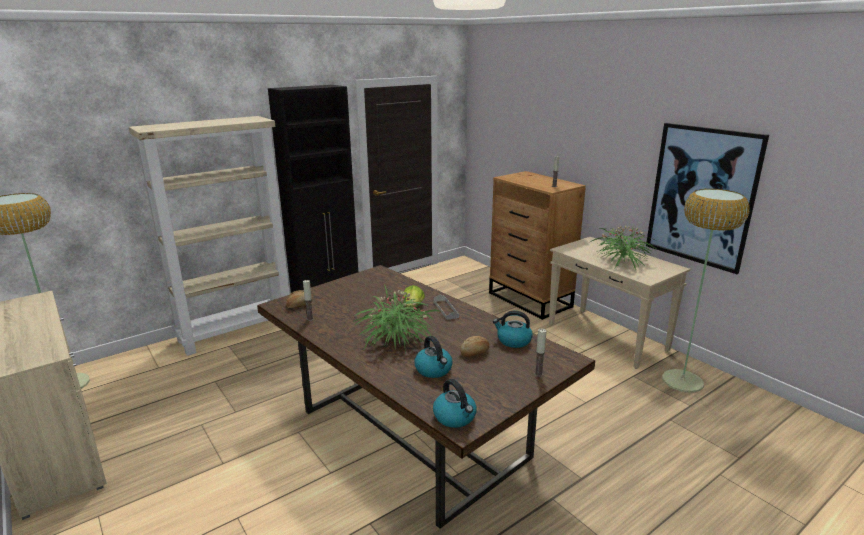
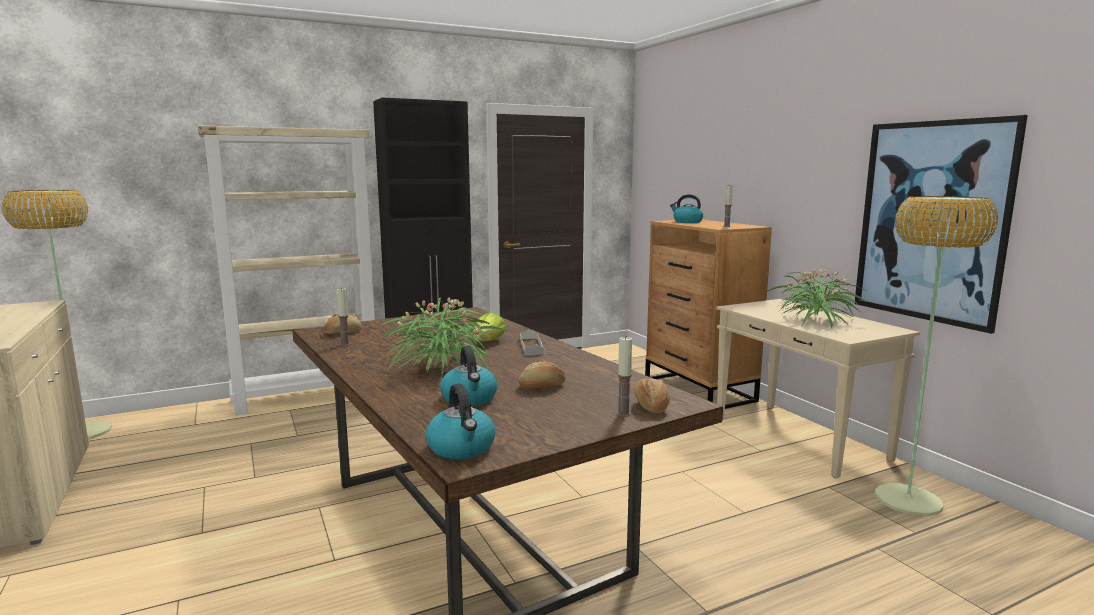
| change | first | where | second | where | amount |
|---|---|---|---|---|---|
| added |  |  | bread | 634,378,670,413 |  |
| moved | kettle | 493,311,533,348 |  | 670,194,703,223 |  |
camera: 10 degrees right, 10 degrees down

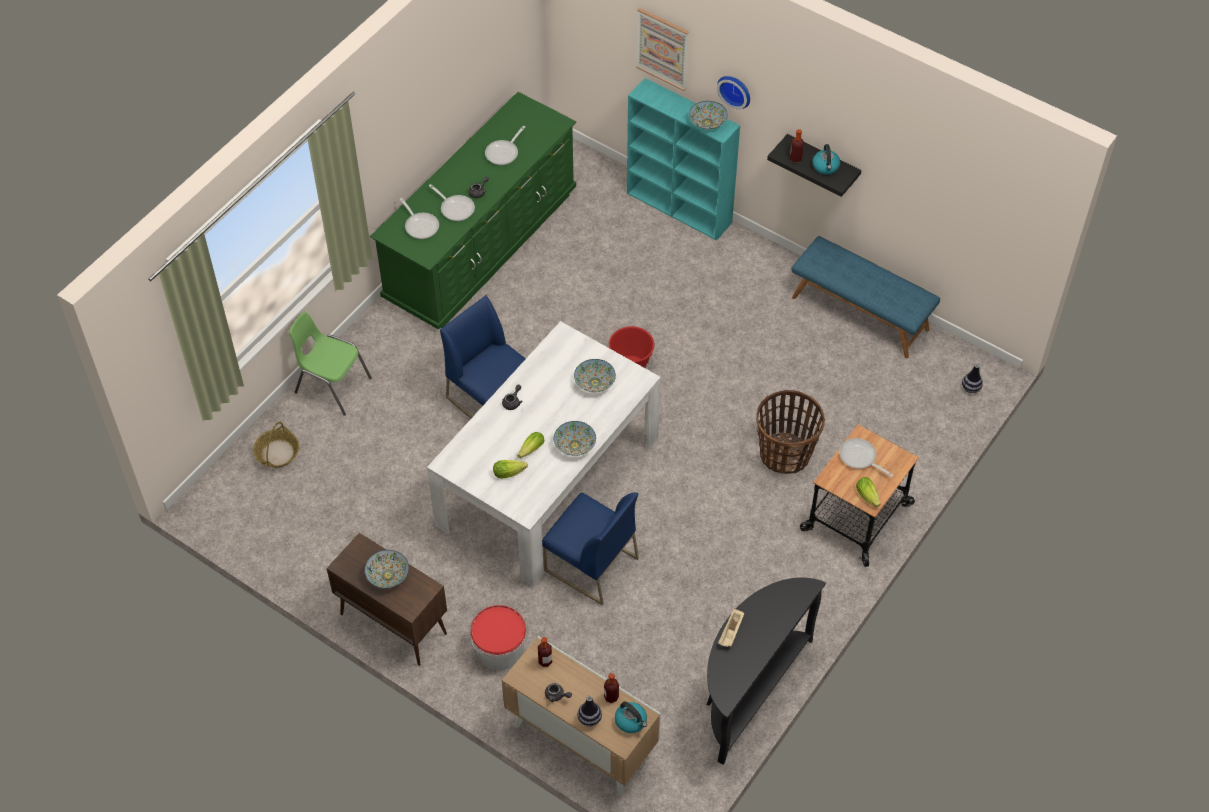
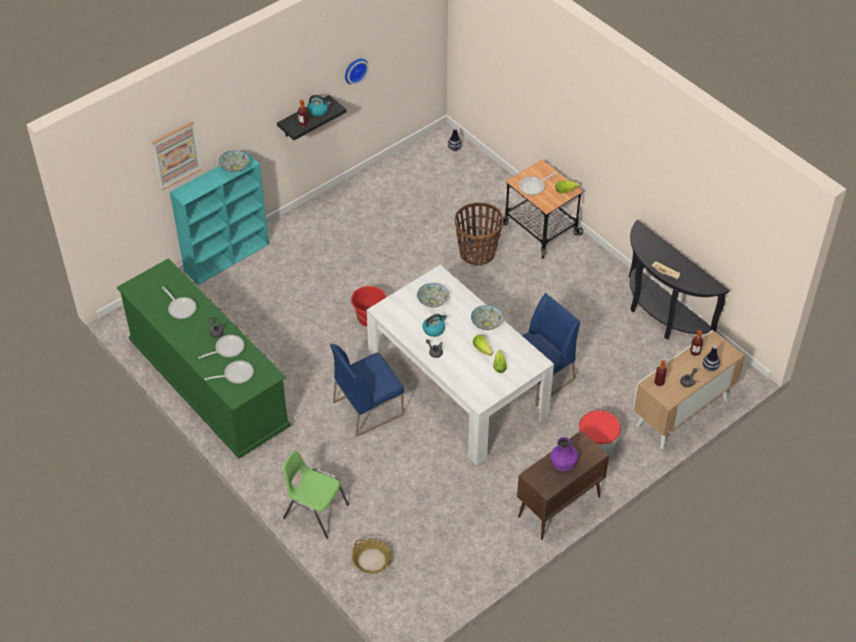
| change | first | where | second | where | amount |
|---|---|---|---|---|---|
| turned | green chair | 289,312,372,416 |  | 282,450,349,539 | 75 degrees clockwise |
| moved | wall clock | 717,76,750,109 |  | 345,58,369,85 |  |
| moved | kettle | 615,701,647,733 |  | 423,314,447,337 |  |
| replaced | bowl | 365,550,409,588 | purple vase | 550,437,578,471 |  |
| removed | blue bench | 791,236,940,358 |  |  |  |
camera: 75 degrees left, 5 degrees down

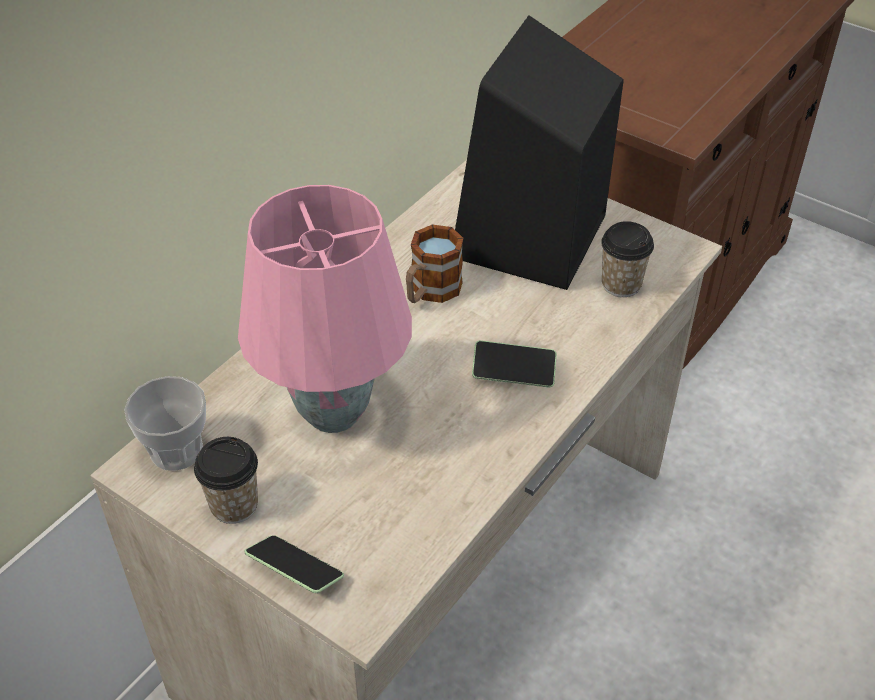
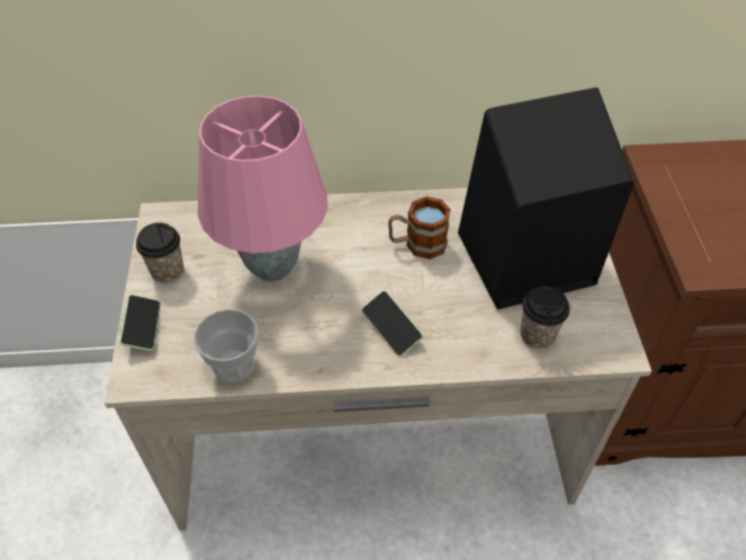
| change | first | where | second | where | amount |
|---|---|---|---|---|---|
| moved | cup | 124,376,206,471 |  | 194,309,258,383 |  |
camera: 50 degrees right, 5 degrees up

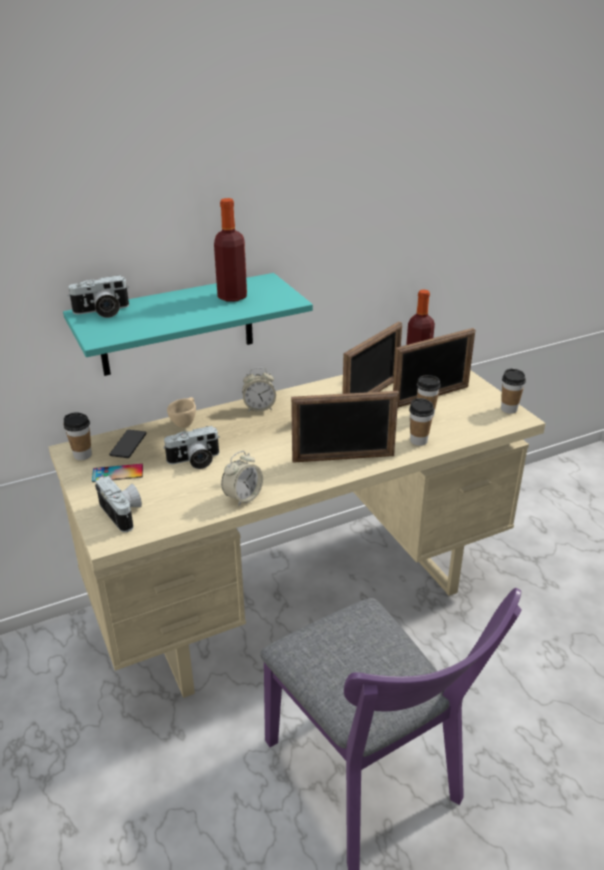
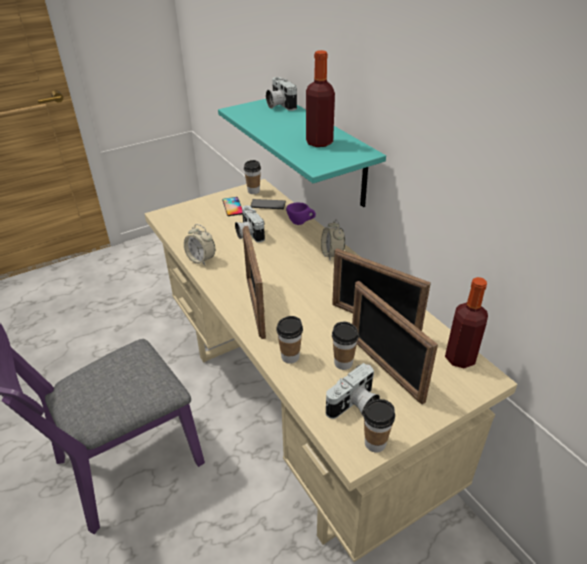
| change | first | where | second | where | amount |
|---|---|---|---|---|---|
| recoloured | beige cup | 167,397,196,428 | purple cup | 286,203,316,225 |  |
| moved | photo camera | 95,476,142,532 |  | 326,363,380,419 |  |
camera: 85 degrees right, 5 degrees up

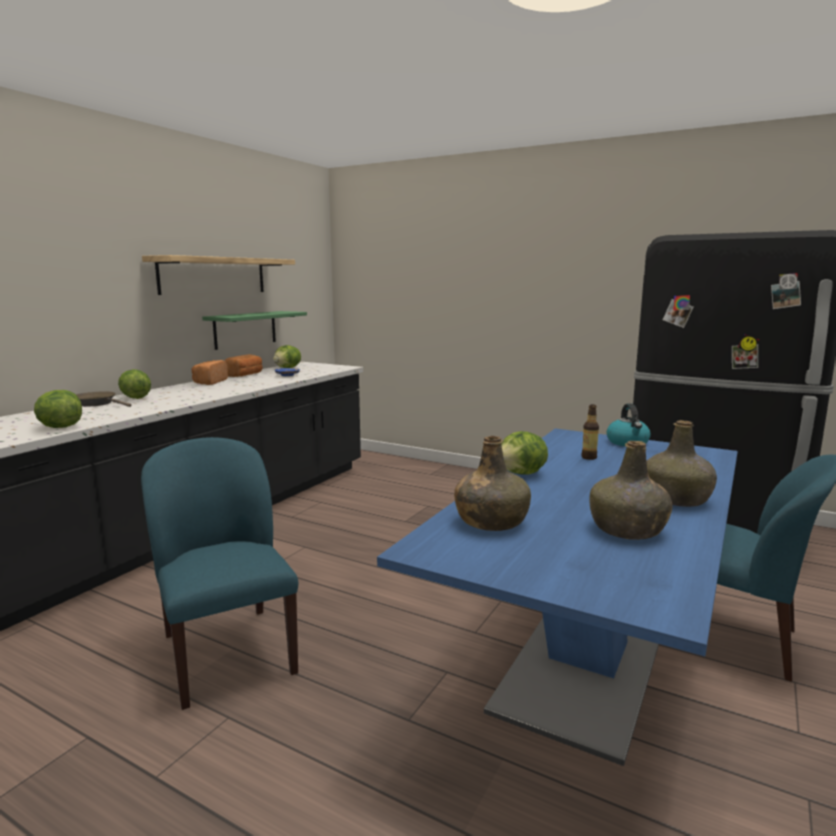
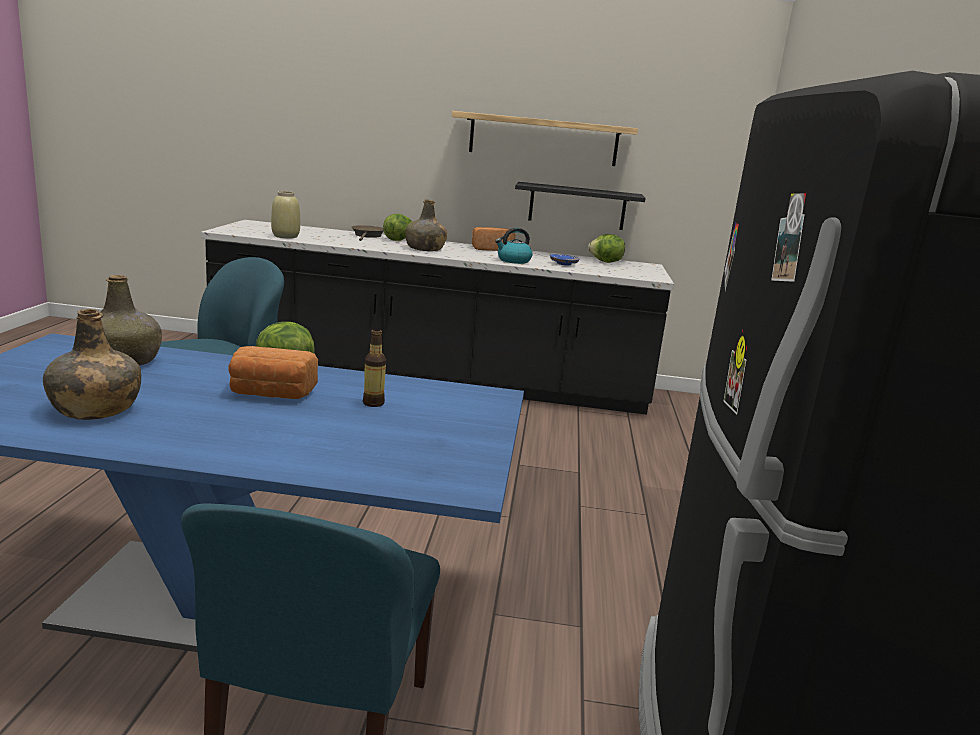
| change | first | where | second | where | amount |
|---|---|---|---|---|---|
| moved | bread | 225,354,263,377 |  | 228,346,318,399 |  |
| replaced | lettuce | 34,390,82,428 | beige vase | 271,191,300,238 |  |
| moved | green bottle | 646,420,717,507 |  | 405,199,447,251 |  |
| moved | kettle | 607,403,650,446 |  | 495,228,533,264 |  |
| recoloured | green shelf | 202,311,307,350 | black shelf | 515,182,646,230 |  |
camera: 65 degrees right, 5 degrees up

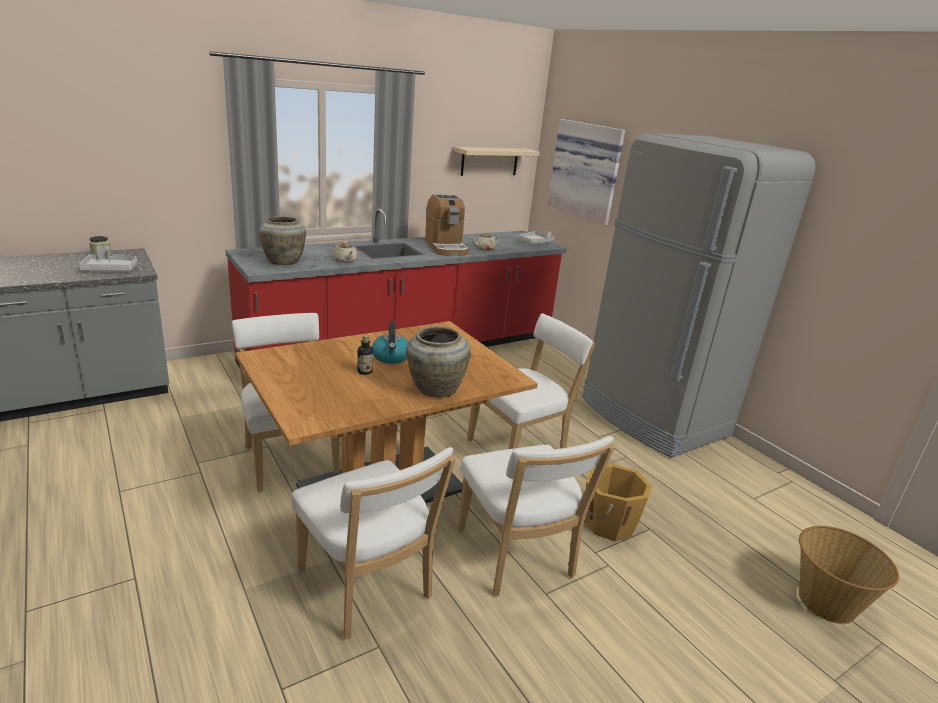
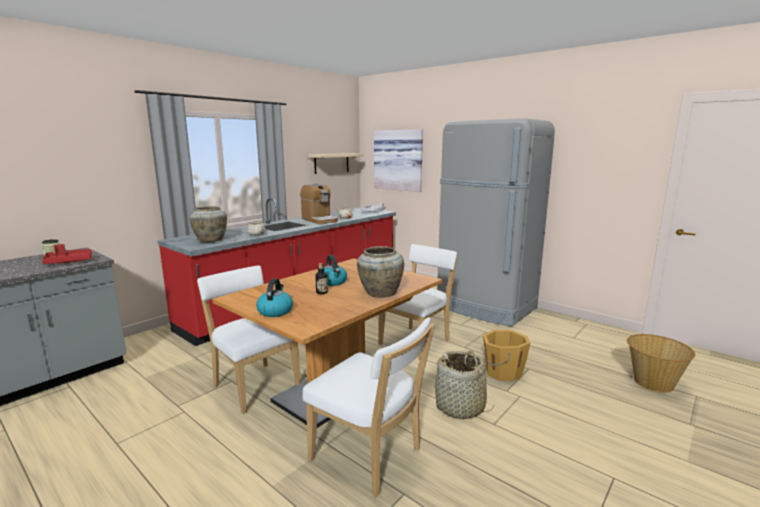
| change | first | where | second | where | amount |
|---|---|---|---|---|---|
| recoloured | grey tray | 79,246,137,271 | red tray | 42,244,92,264 |  |
| added |  |  | kettle | 256,278,293,317 |  |
| replaced | white chair | 458,436,615,596 | basket | 434,351,494,419 |  |
camera: 15 degrees left, 10 degrees down

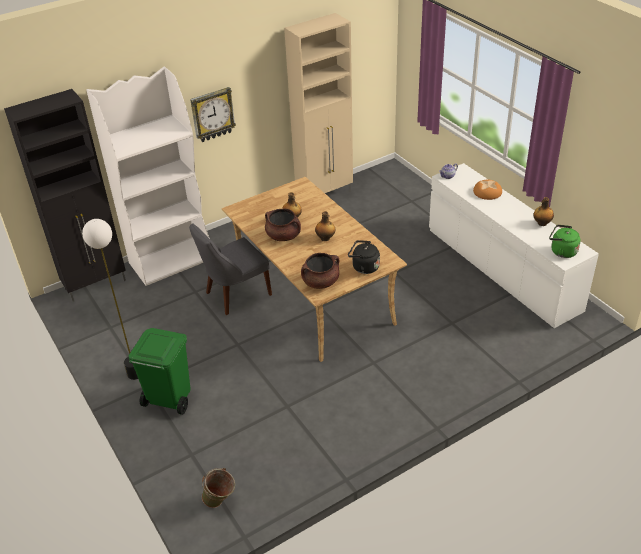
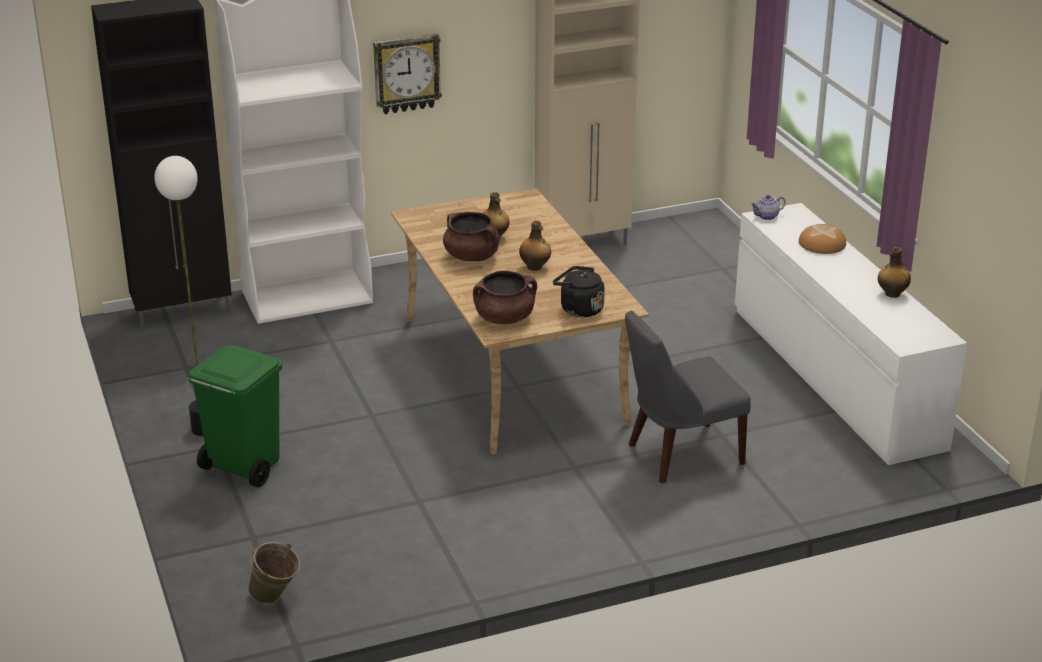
| change | first | where | second | where | amount |
|---|---|---|---|---|---|
| moved | grey chair | 189,224,272,315 |  | 625,311,751,483 |  |
| removed | green kettle | 549,225,581,258 |  |  |  |
camera: 10 degrees right, 10 degrees down

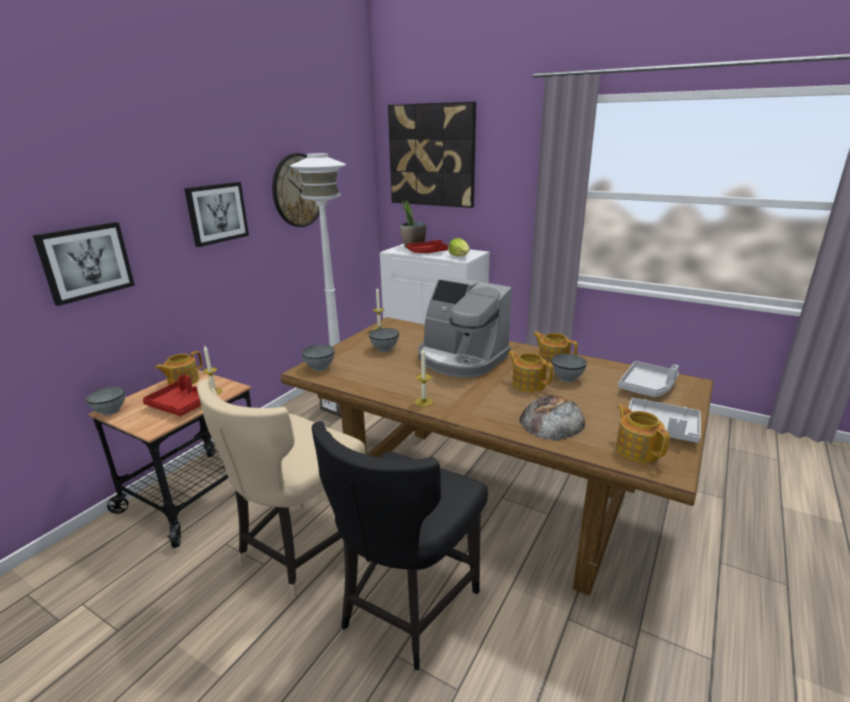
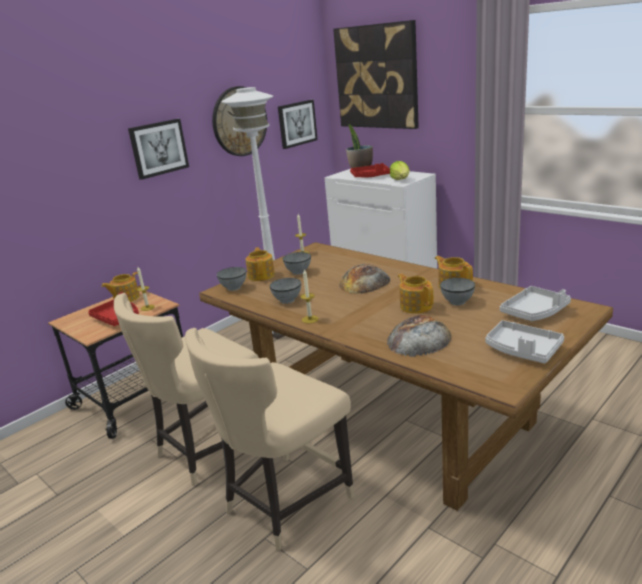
| change | first | where | second | where | amount |
|---|---|---|---|---|---|
| recoloured | black chair | 312,421,488,670 | beige chair | 185,328,354,551 |  |
| moved | teapot | 616,404,670,463 |  | 246,247,275,281 |  |
| moved | grey bowl | 86,386,125,415 |  | 270,278,301,304 |  |
| moved | picture | 33,222,135,306 |  | 278,100,318,149 |  |
| replaced | coffee machine | 418,277,512,378 | bread | 339,264,390,294 |  |
camera: 15 degrees right, 0 degrees up

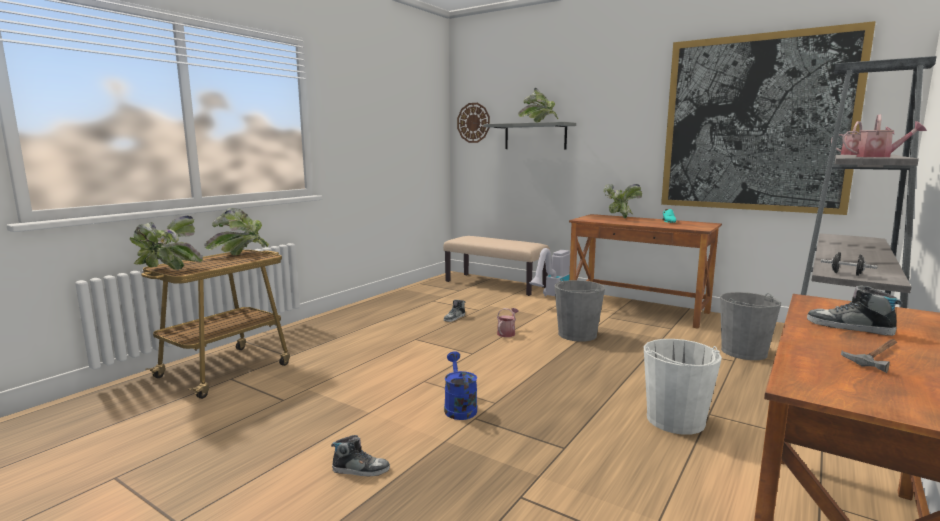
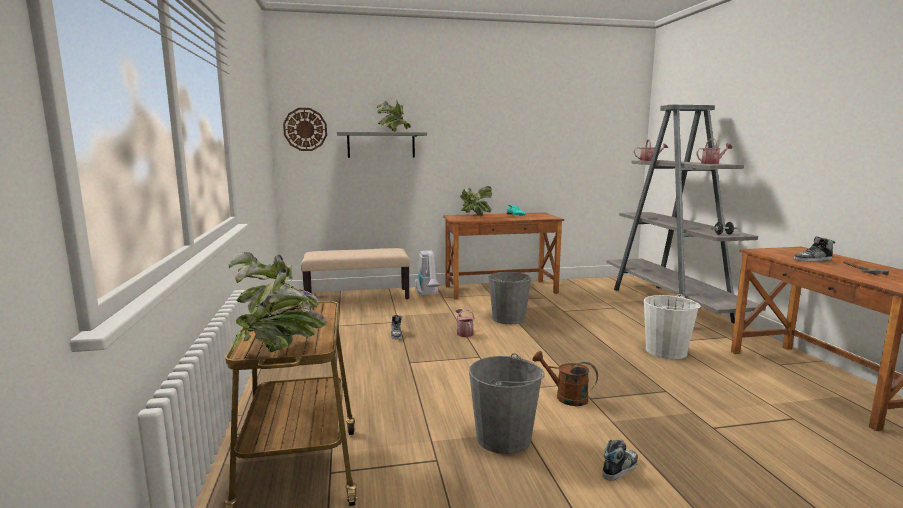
| change | first | where | second | where | amount |
|---|---|---|---|---|---|
| moved | grey bucket | 720,292,781,360 |  | 469,353,545,454 |  |
| recoloured | blue watering can | 444,351,477,420 | brown watering can | 532,351,598,406 |  |
| removed | picture | 661,21,876,215 |  |  |  |
camera: 45 degrees left, 0 degrees up

